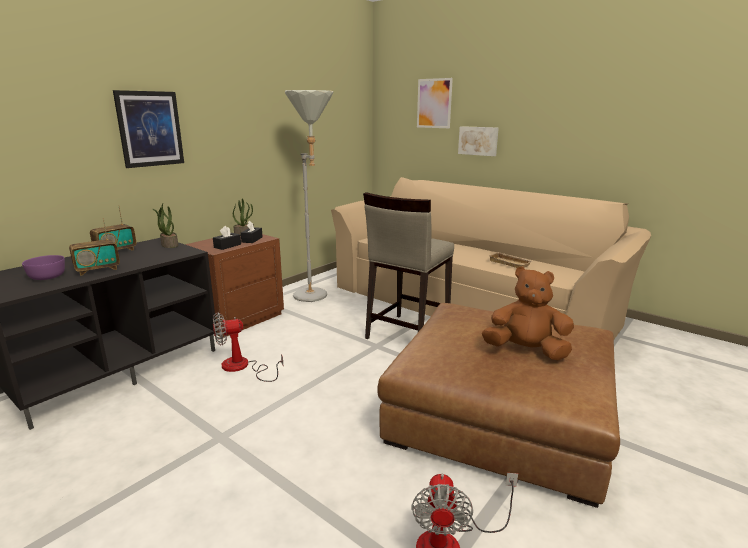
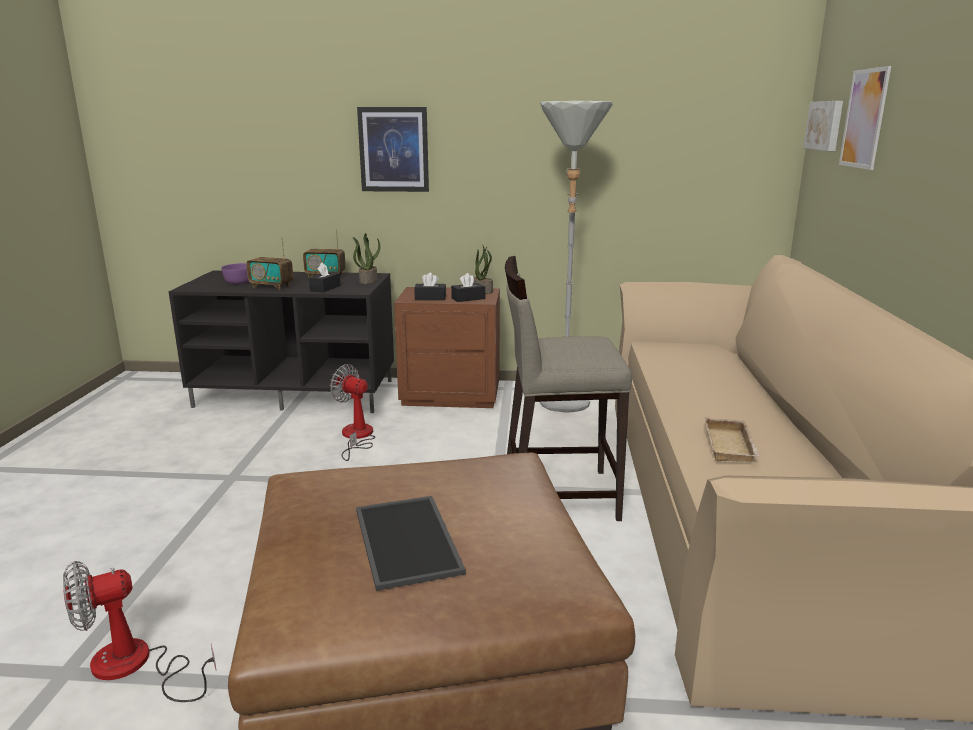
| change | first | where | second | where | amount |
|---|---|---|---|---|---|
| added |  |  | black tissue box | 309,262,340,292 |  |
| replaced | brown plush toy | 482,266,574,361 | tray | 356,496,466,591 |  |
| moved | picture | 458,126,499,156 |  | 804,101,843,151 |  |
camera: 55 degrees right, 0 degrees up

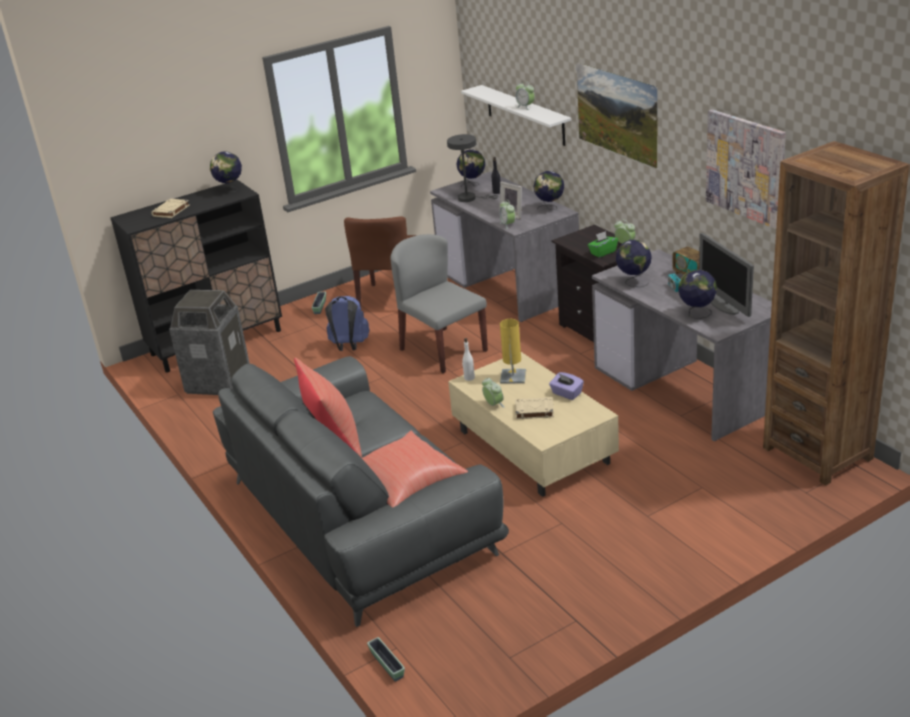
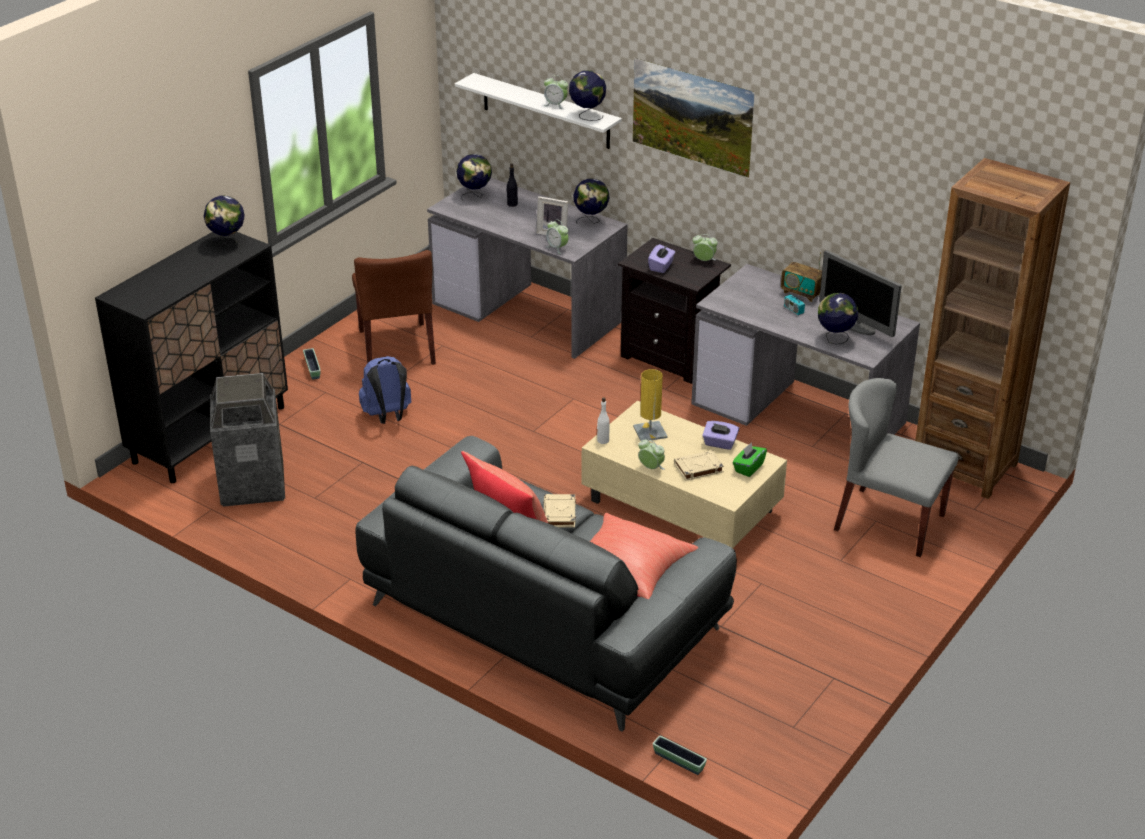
| change | first | where | second | where | amount |
|---|---|---|---|---|---|
| moved | beige book | 151,199,190,218 |  | 543,494,576,528 |  |
| moved | globe | 616,240,652,287 |  | 569,70,606,121 |  |
| added |  |  | purple tissue box | 648,244,675,273 |  |
| moved | green tissue box | 588,231,618,257 |  | 733,442,767,477 |  |
| moved | grey chair | 391,234,488,373 |  | 834,378,958,557 |  |
| removed | grey table lamp | 447,134,498,202 |  |  |  |
| removed | picture | 706,109,786,229 |  |  |  |
camera: 25 degrees left, 5 degrees up

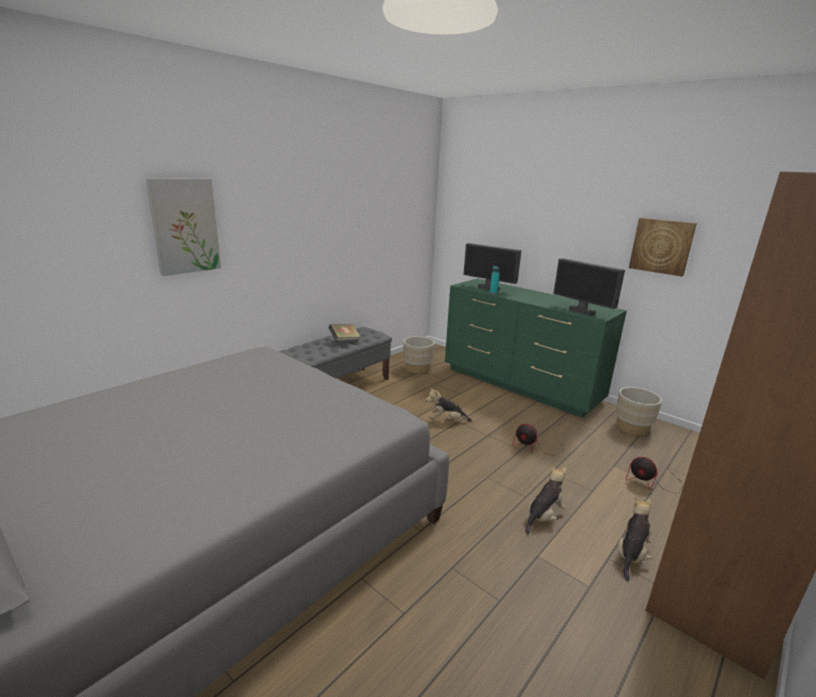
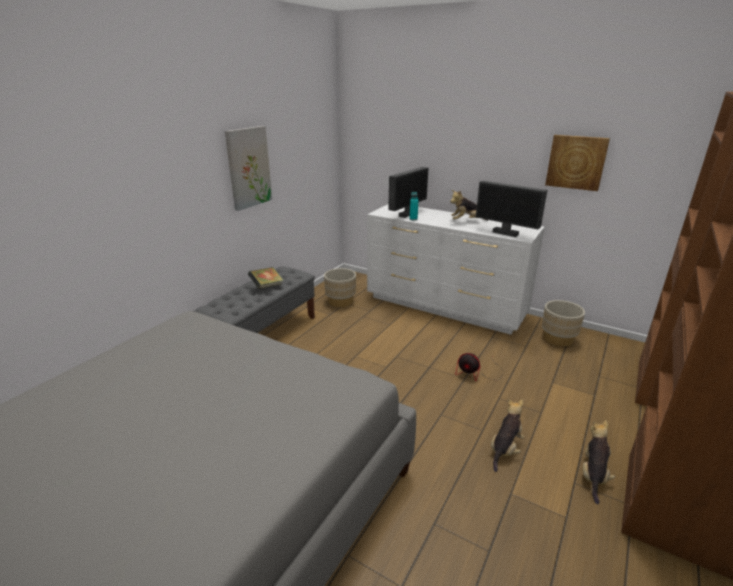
| change | first | where | second | where | amount |
|---|---|---|---|---|---|
| moved | picture | 146,178,221,276 |  | 225,126,272,211 |  |
| recoloured | green dresser | 445,278,627,418 | white dresser | 367,204,545,335 |  |
| turned | monitor | 463,243,522,291 |  | 388,167,429,218 | 75 degrees counterclockwise |
| moved | plush toy | 426,387,472,421 |  | 450,190,487,220 |  |
| removed | fan | 626,457,682,493 |  |  |  |
camera: 10 degrees left, 5 degrees up

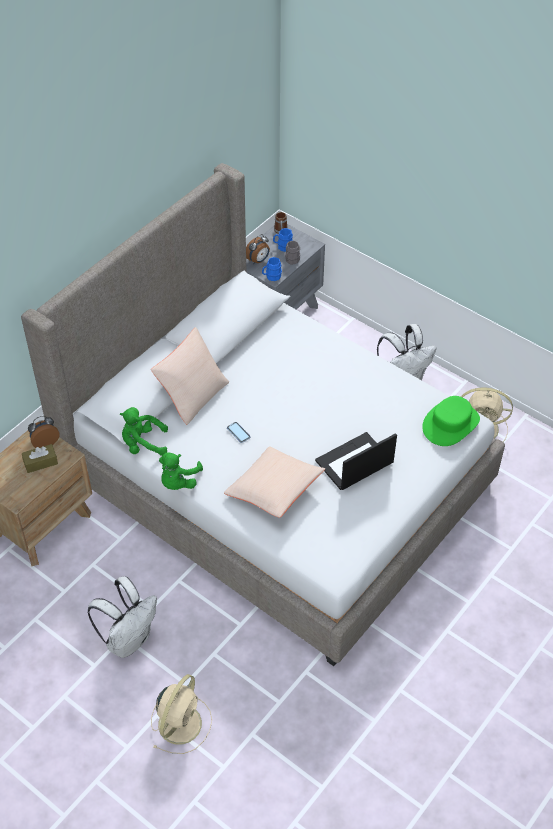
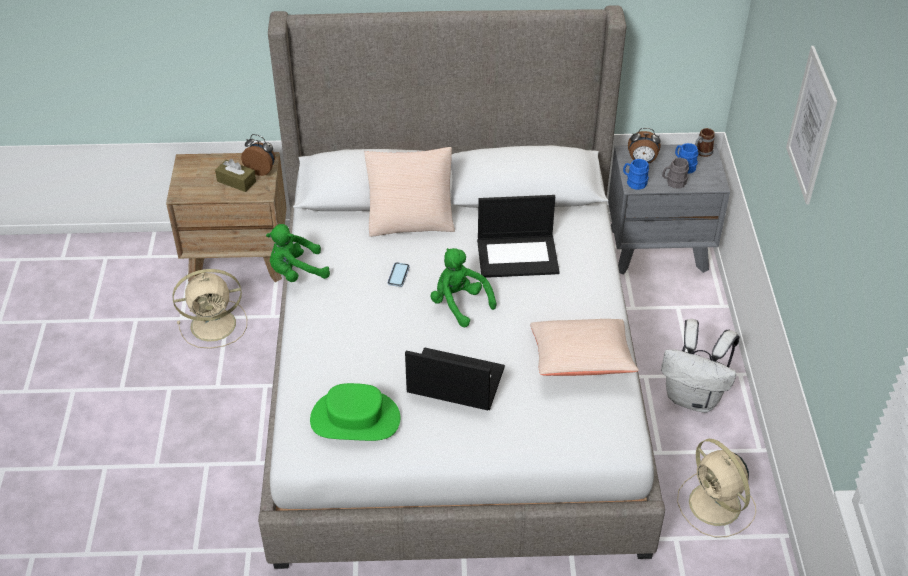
| change | first | where | second | where | amount |
|---|---|---|---|---|---|
| moved | beige fan | 151,674,212,754 |  | 173,269,247,349 |  |
| moved | green hat | 422,396,480,446 |  | 310,383,400,441 |  |
| moved | green plush toy | 120,407,168,456 |  | 430,248,496,327 |  |
| added |  |  | laptop | 477,195,559,278 |  |
| moved | beige pillow | 224,447,325,518 |  | 530,319,639,376 |  |
| added |  |  | picture | 786,46,837,205 |  |
| removed | white backpack | 87,576,157,658 |  |  |  |
camera: 50 degrees right, 5 degrees down

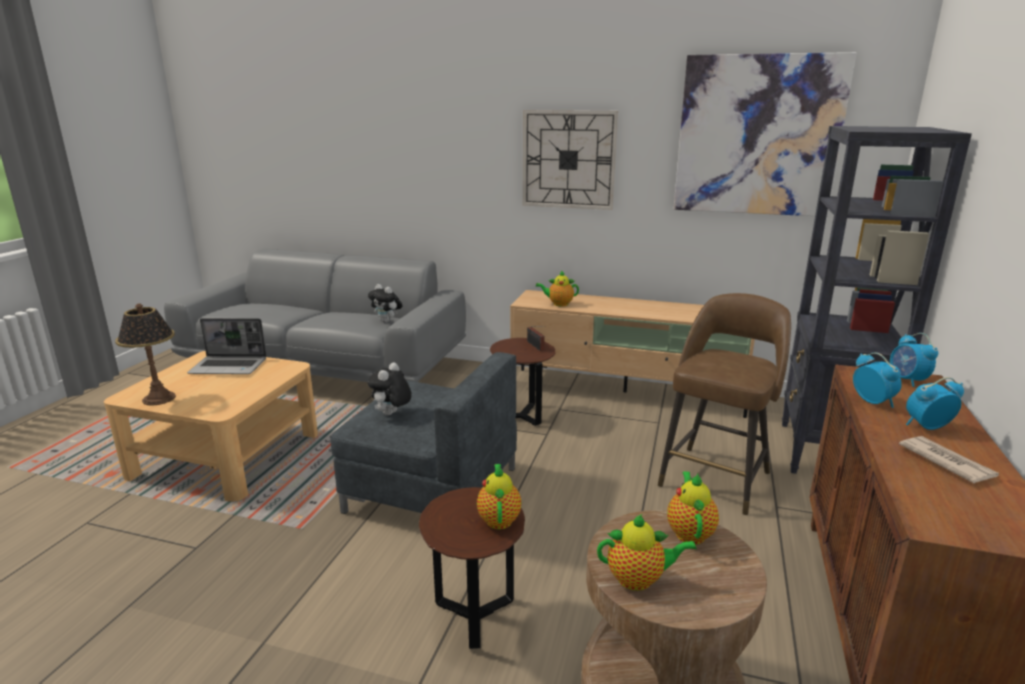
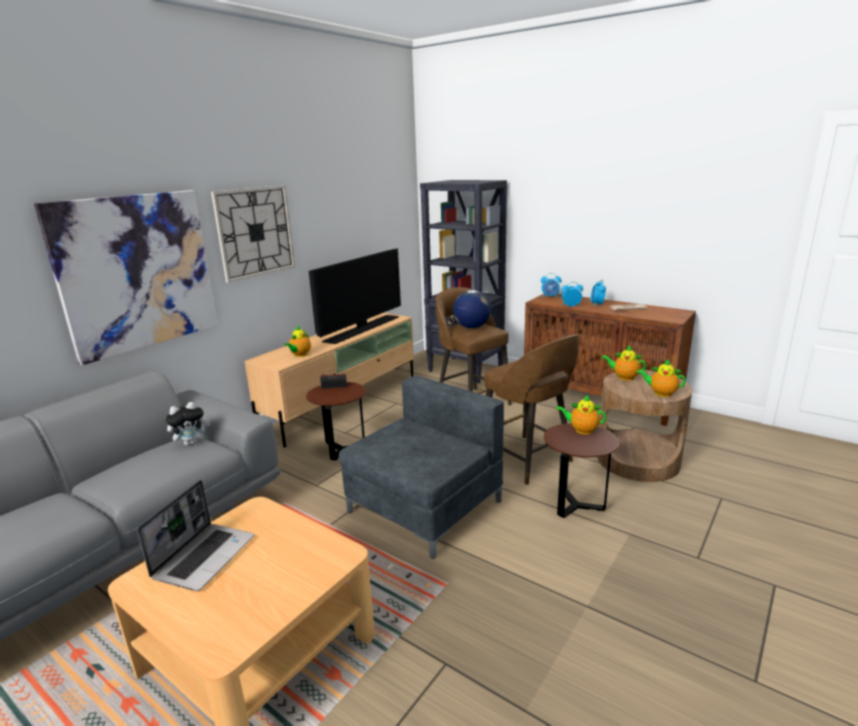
| change | first | where | second | where | amount |
|---|---|---|---|---|---|
| moved | picture | 674,52,856,217 |  | 34,190,218,366 |  |
| added |  |  | television | 309,248,401,344 |  |
| added |  |  | globe | 453,290,491,328 |  |
| added |  |  | brown stool | 484,335,579,485 |  |
| turned | teapot | 597,514,697,591 |  | 636,359,686,397 | 90 degrees counterclockwise |
| removed | table lamp | 115,303,176,406 |  |  |  |
| removed | plush toy | 368,362,412,415 |  |  |  |
camera: 70 degrees left, 0 degrees up

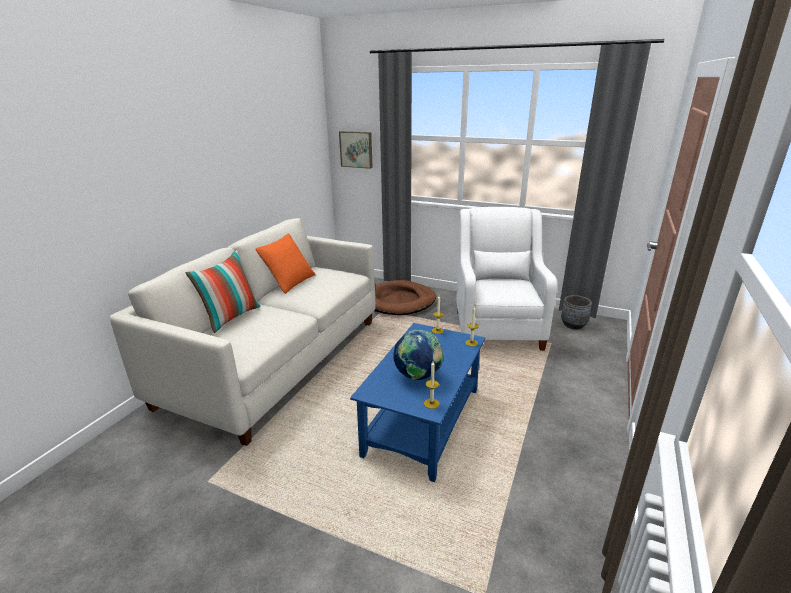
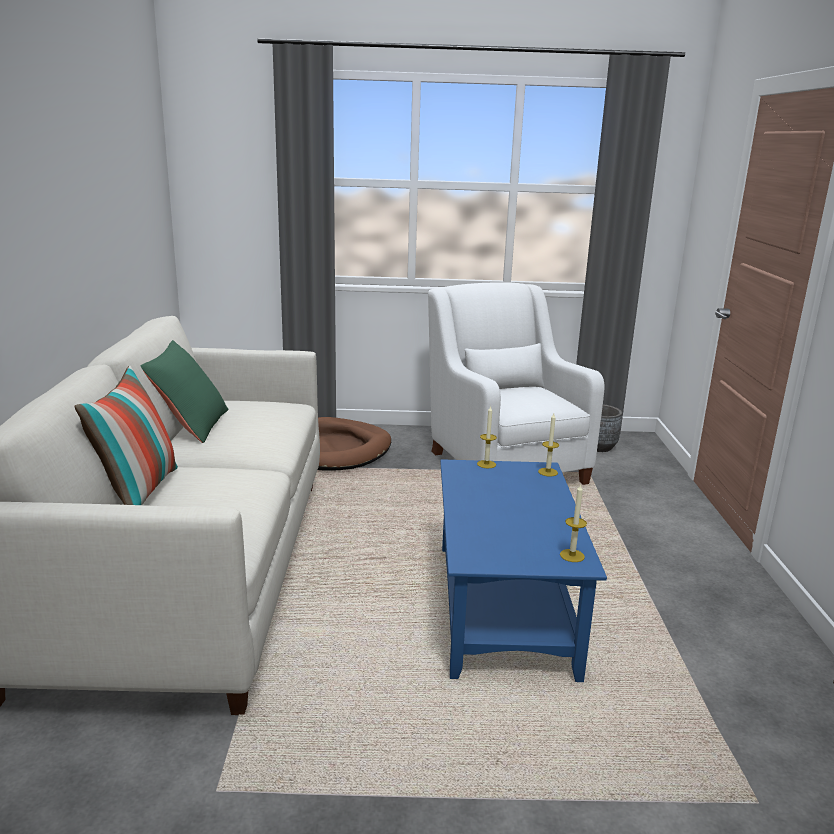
| change | first | where | second | where | amount |
|---|---|---|---|---|---|
| recoloured | orange pillow | 256,233,316,294 | green pillow | 141,340,228,443 |  |
| removed | picture | 339,131,373,169 |  |  |  |
| removed | globe | 393,330,443,380 |  |  |  |
camera: 25 degrees left, 5 degrees down

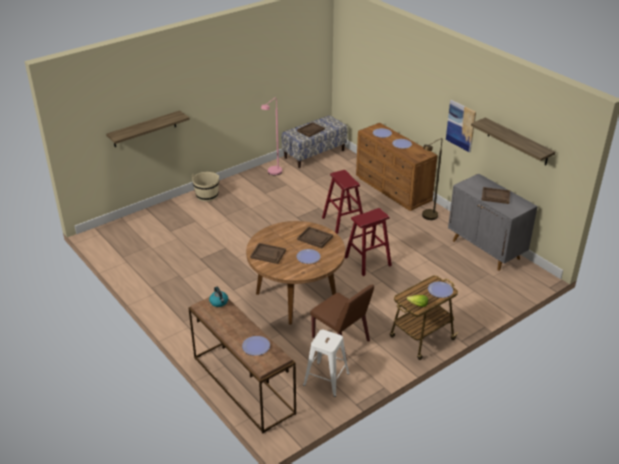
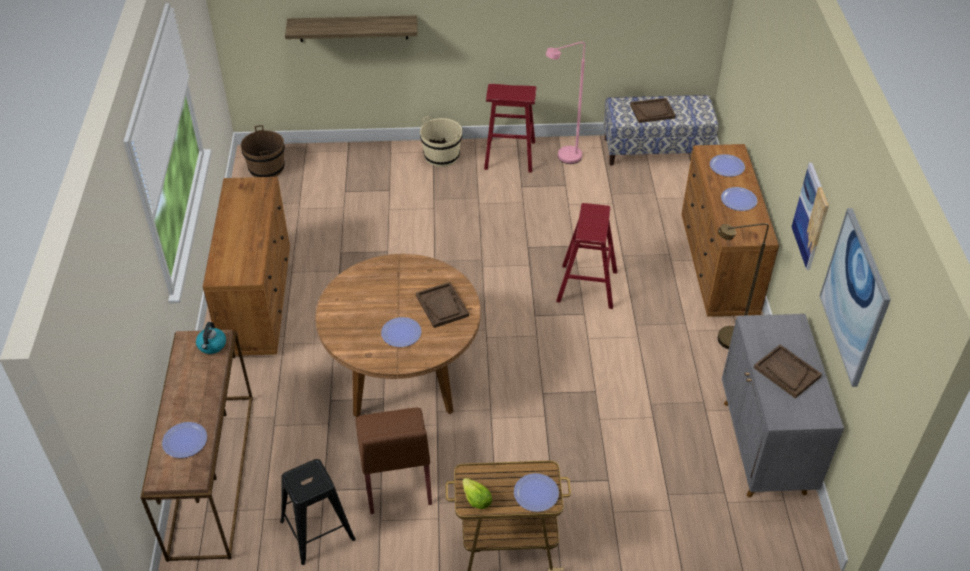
| change | first | where | second | where | amount |
|---|---|---|---|---|---|
| added |  |  | brown dresser | 203,177,290,356 |  |
| added |  |  | brown bucket | 241,125,285,177 |  |
| recoloured | white stool | 303,329,350,397 | black stool | 280,459,356,565 |  |
| moved | red stool | 345,208,392,276 |  | 484,84,536,173 |  |
| replaced | shelf | 471,117,555,165 | picture | 820,208,891,387 |  |
| removed | brown tray | 250,243,286,264 |  |  |  |
camera: 35 degrees right, 10 degrees up

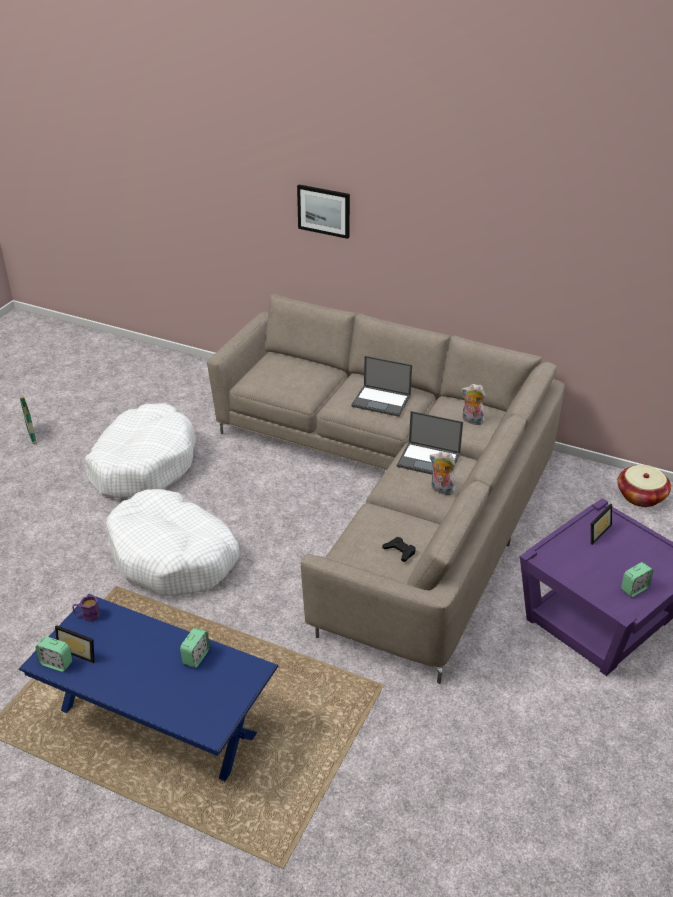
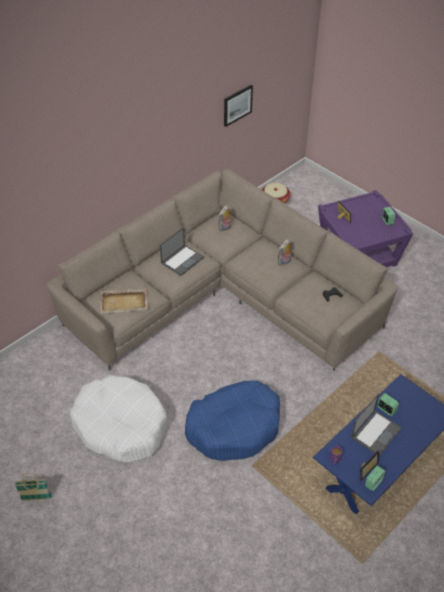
| change | first | where | second | where | amount |
|---|---|---|---|---|---|
| added |  |  | beige tray | 100,288,147,313 |  |
| recoloured | white dog bed | 106,489,239,596 | blue dog bed | 185,380,280,461 |  |
| moved | picture | 297,185,350,239 |  | 224,85,253,127 |  |
| moved | laptop | 397,411,463,475 |  | 351,393,402,456 |  |
camera: 70 degrees left, 10 degrees up

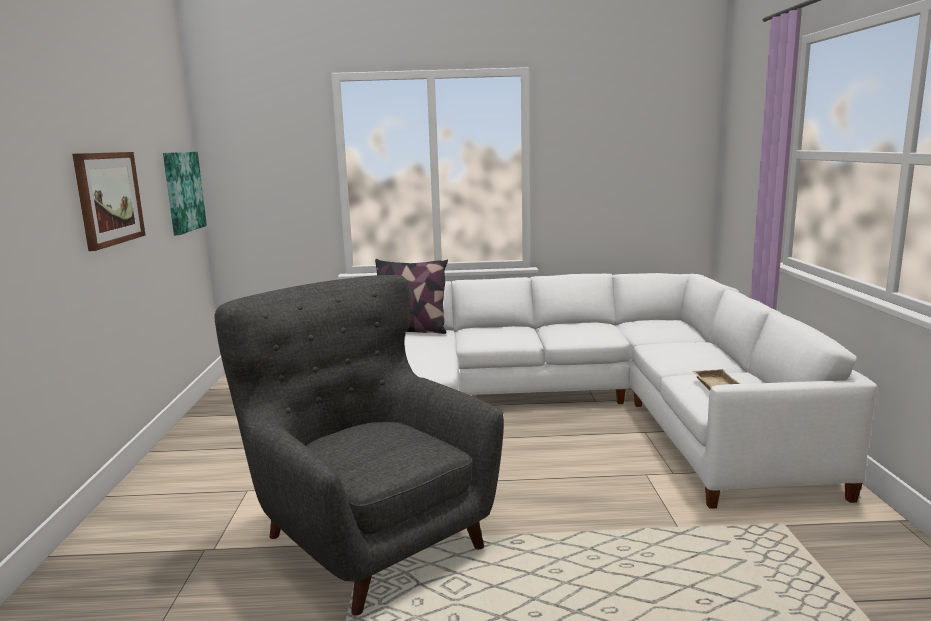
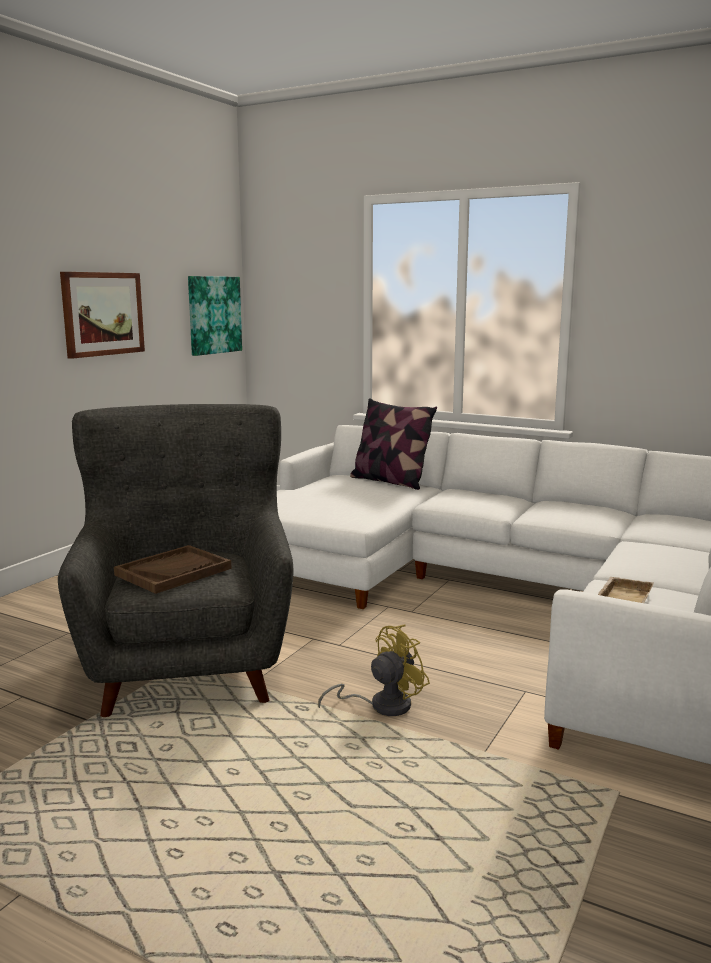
| change | first | where | second | where | amount |
|---|---|---|---|---|---|
| added |  |  | brown tray | 114,545,231,594 |  |
| added |  |  | yellow fan | 318,625,430,716 |  |
camera: 30 degrees right, 0 degrees up

